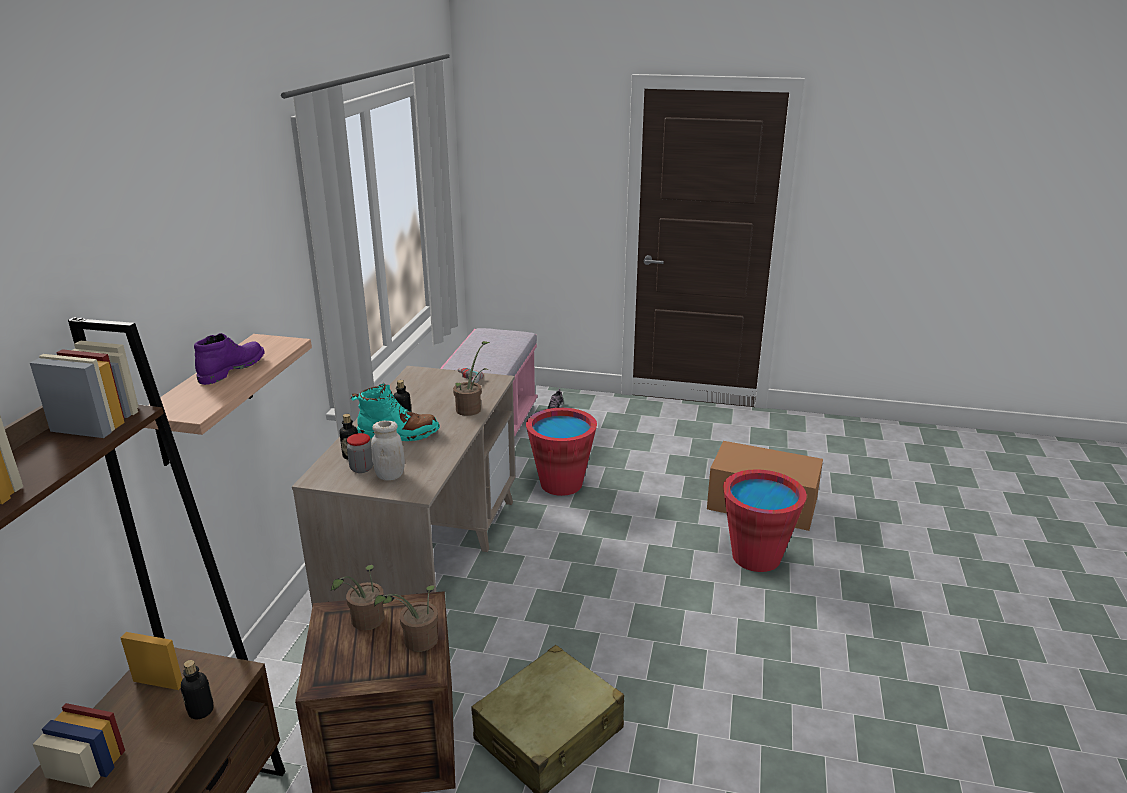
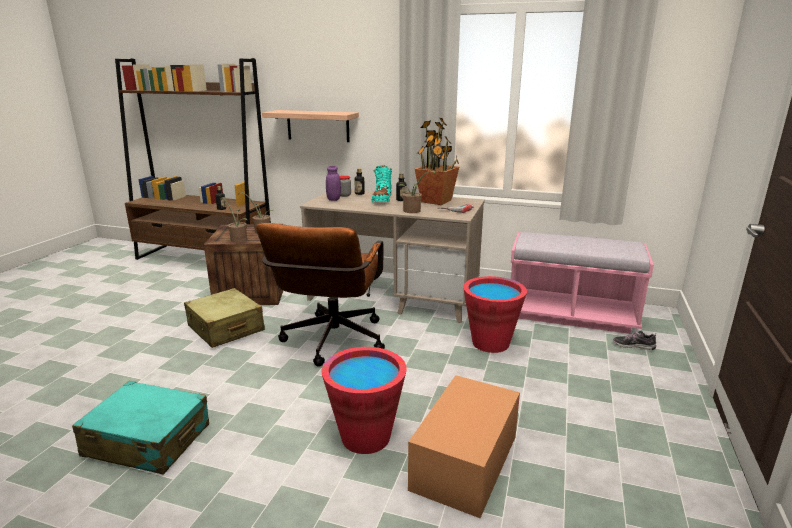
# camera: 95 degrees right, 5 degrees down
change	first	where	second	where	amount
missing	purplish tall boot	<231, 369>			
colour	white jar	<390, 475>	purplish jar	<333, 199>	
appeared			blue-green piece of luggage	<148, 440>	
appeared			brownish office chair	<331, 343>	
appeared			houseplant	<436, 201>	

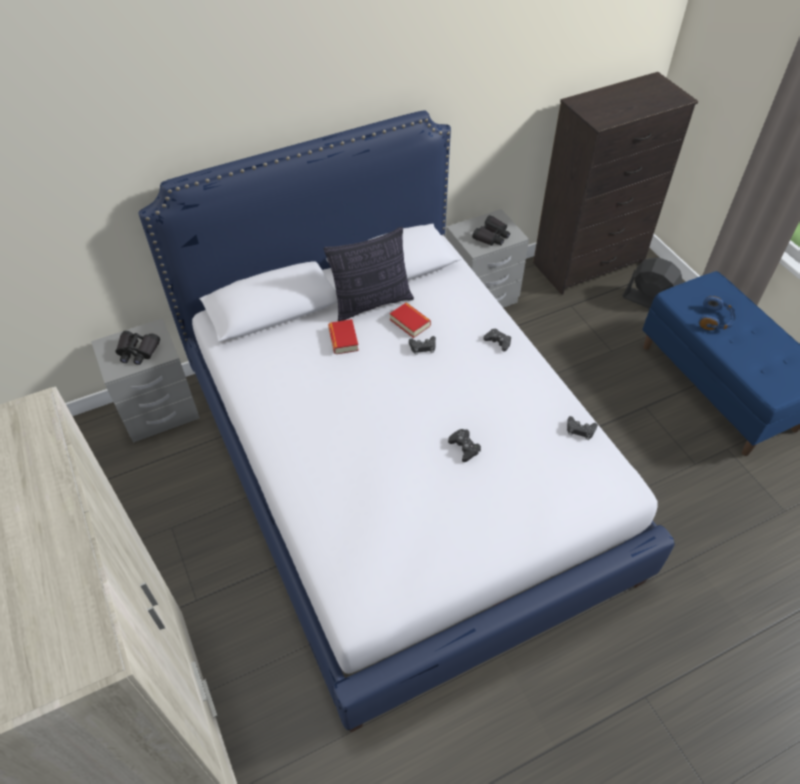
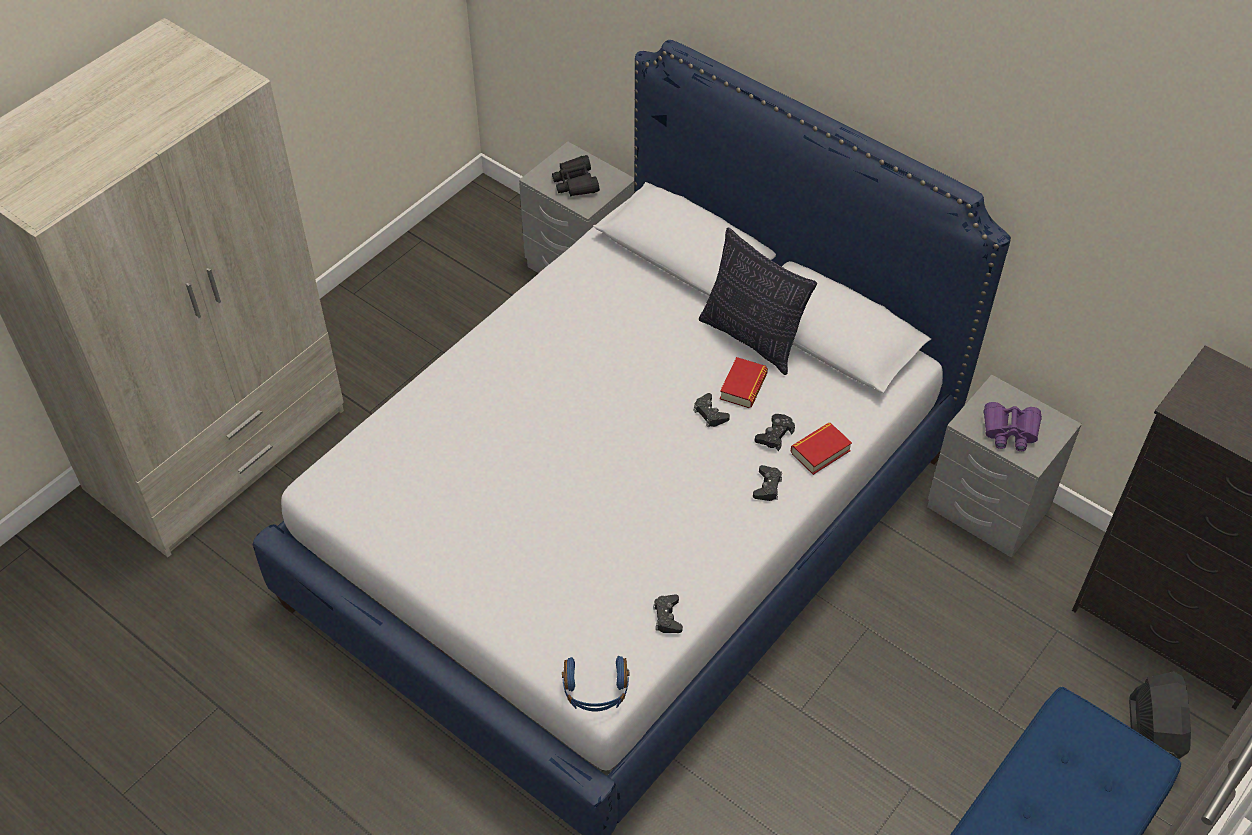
# camera: 65 degrees right, 0 degrees up
change	first	where	second	where	amount
relocated	book	<343, 340>		<820, 451>	
relocated	blackish joypad	<464, 447>		<774, 435>	
colour	blackish pair of binoculars	<491, 236>	purplish pair of binoculars	<1010, 431>	
relocated	blue headset	<715, 320>		<596, 690>	

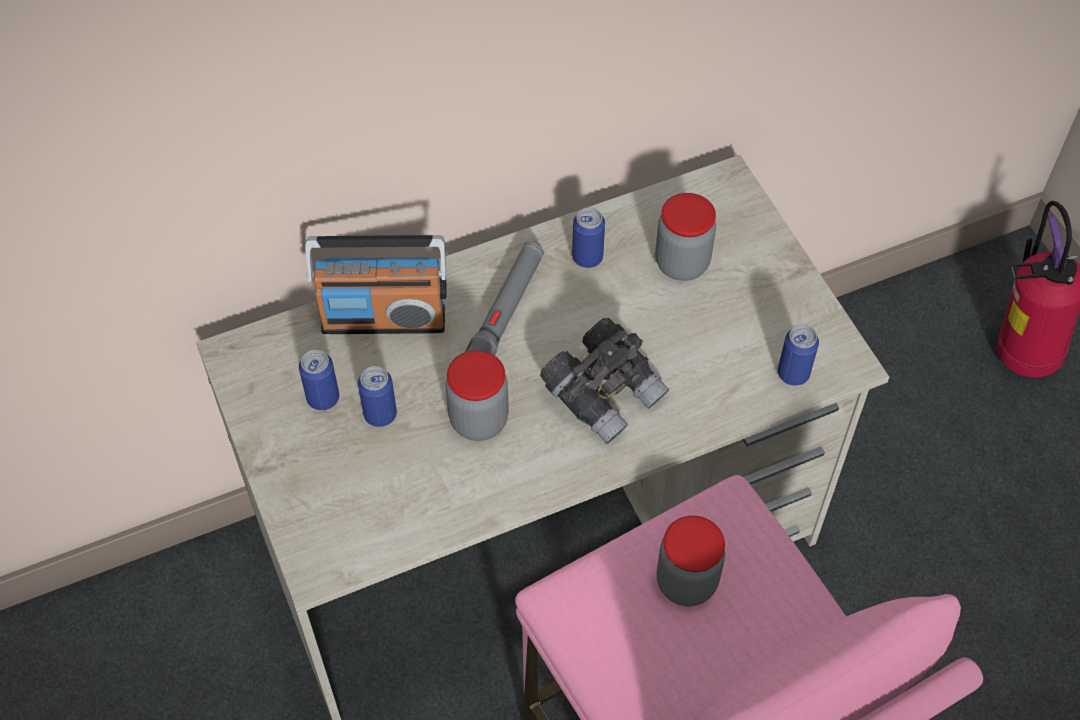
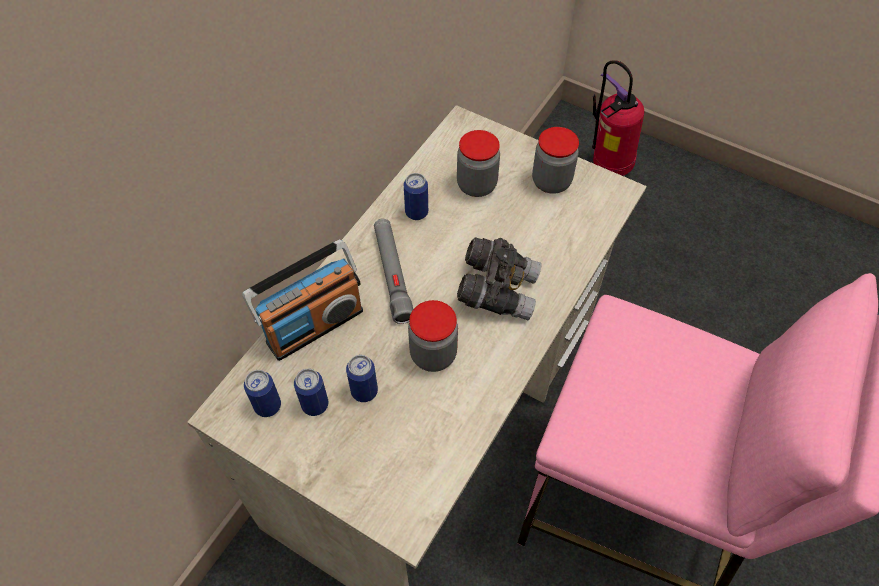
# camera: 35 degrees left, 0 degrees up
change	first	where	second	where	amount
relocated	jar	<686, 582>		<551, 182>	
relocated	can	<793, 374>		<267, 406>	

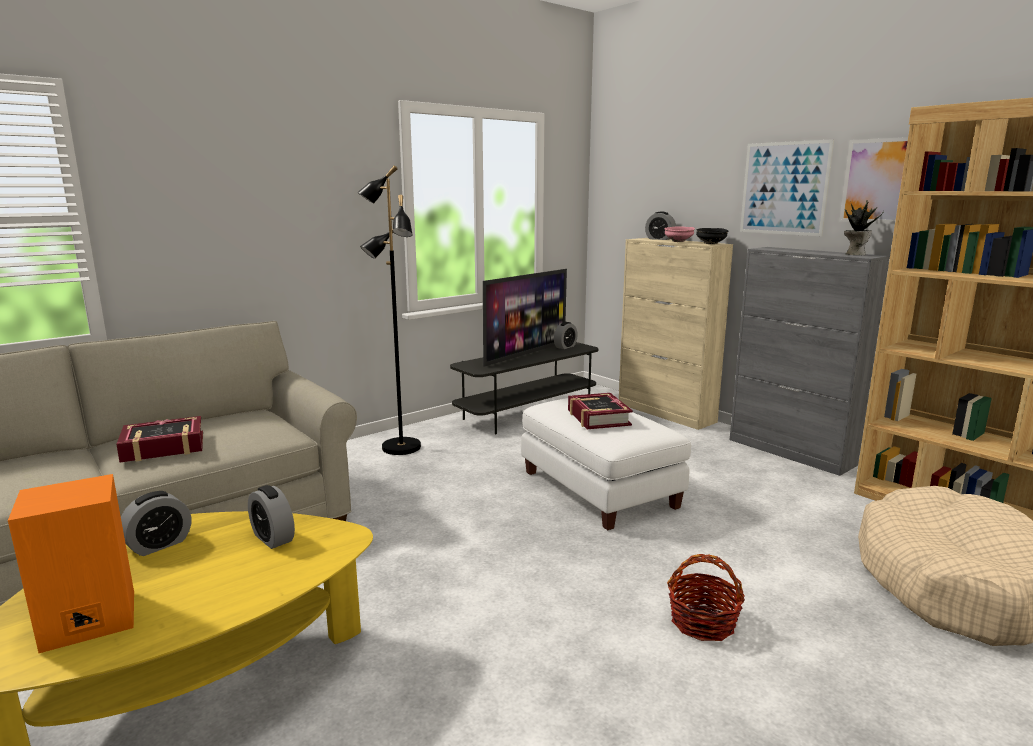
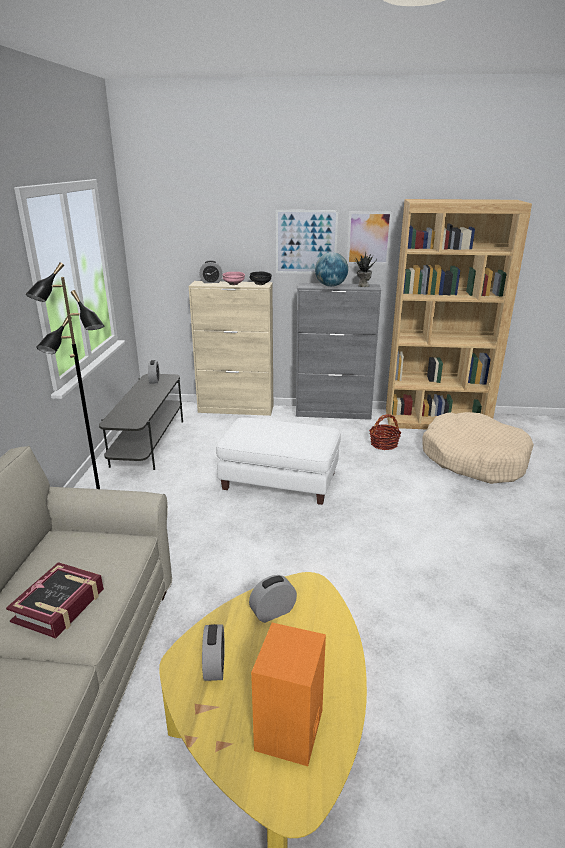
# camera: 45 degrees left, 10 degrees up
change	first	where	second	where	amount
spun	bedside clock	<273, 538>		<273, 612>	150 degrees clockwise
missing	television	<525, 353>			
missing	book	<598, 418>			
relocated	storage basket	<703, 622>		<384, 444>	
appeared			world globe	<331, 286>	

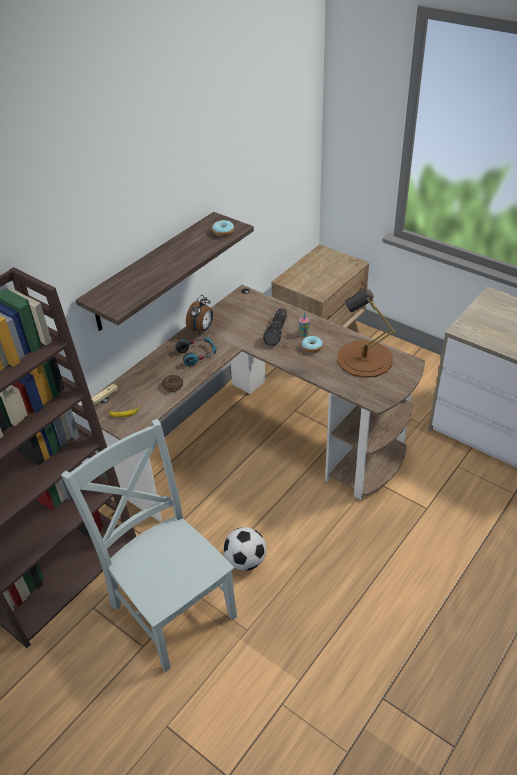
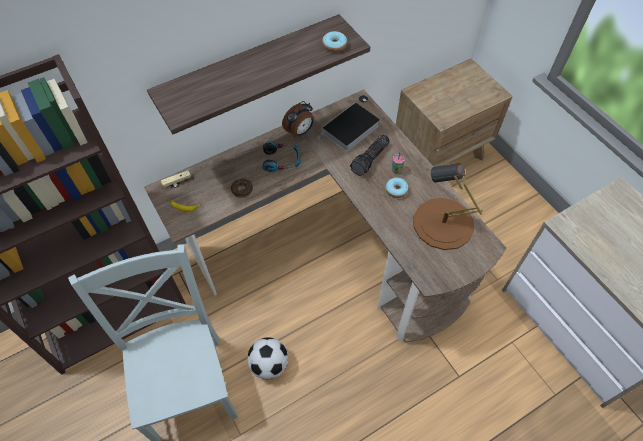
# camera: 20 degrees right, 15 degrees up
change	first	where	second	where	amount
appeared			book	<349, 130>	

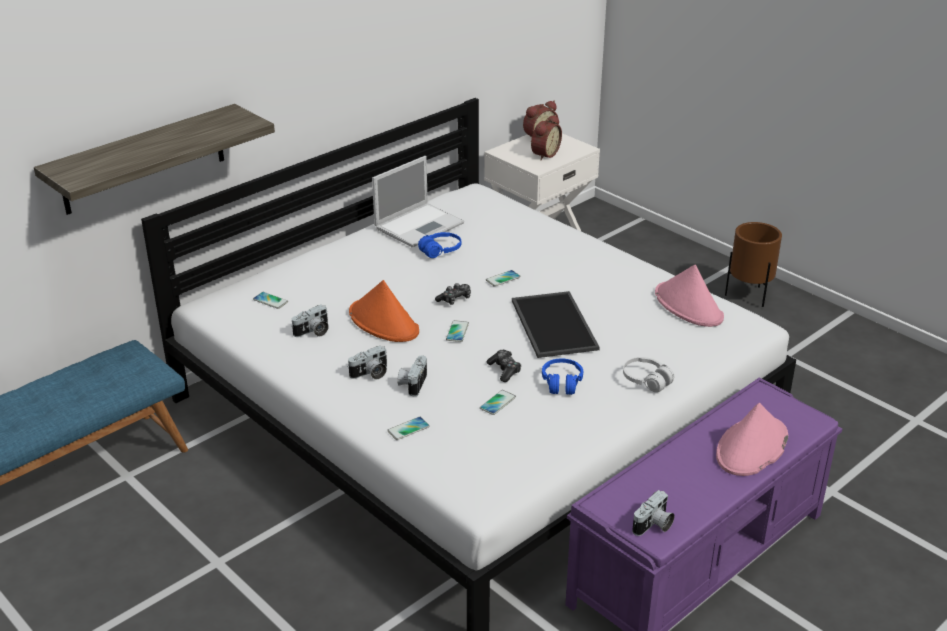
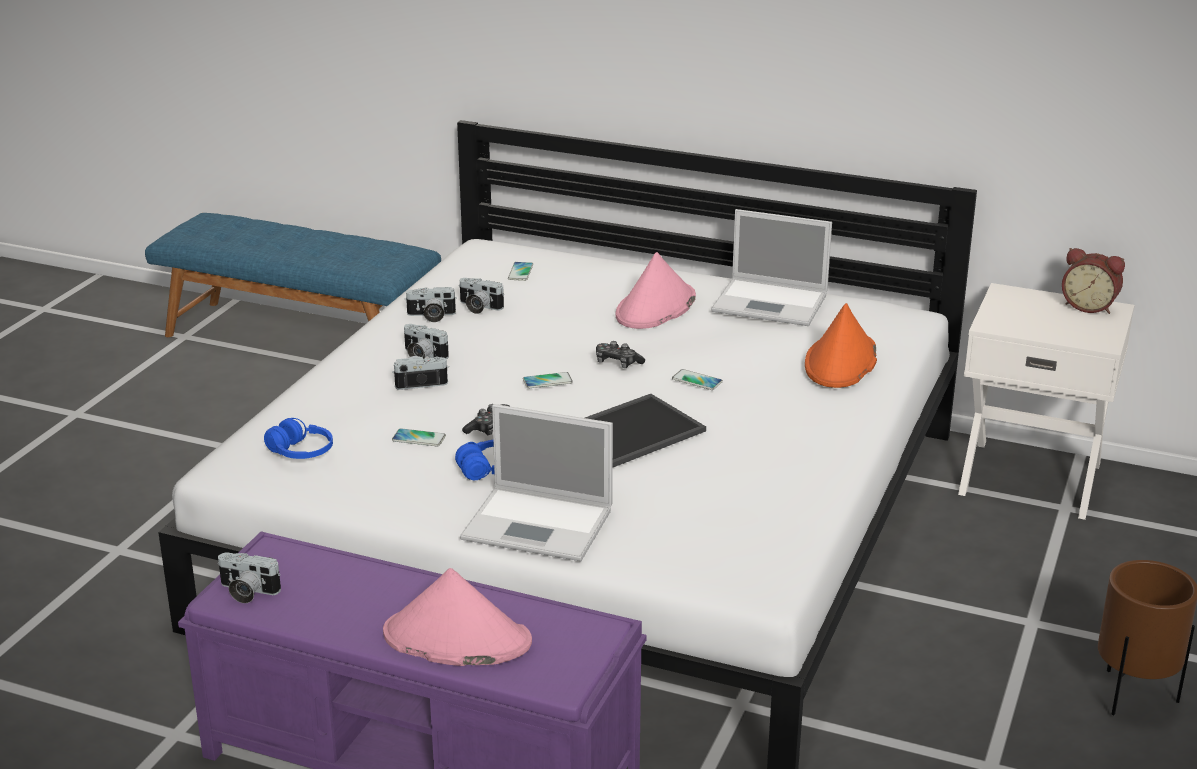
# camera: 65 degrees right, 5 degrees down
change	first	where	second	where	amount
missing	shelf	<143, 159>			
relocated	orange-coloured wearable hat	<384, 322>		<841, 362>	
missing	telephone	<408, 429>			
relocated	blue headset	<440, 251>		<300, 452>	
missing	bedside clock	<544, 154>			
exchanged	white headset	<646, 381>	laptop	<540, 524>	
relocated	pink wearable hat	<689, 306>		<655, 308>	
appeared			still camera	<431, 316>	

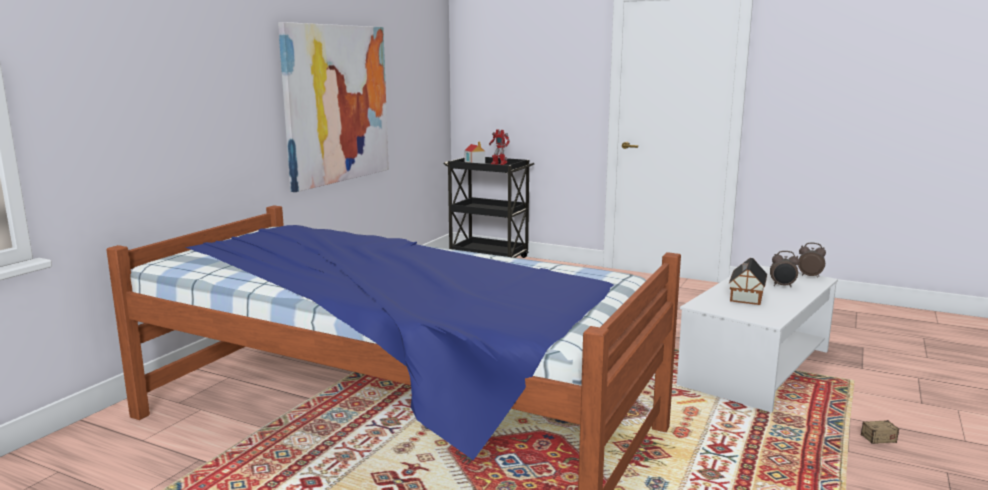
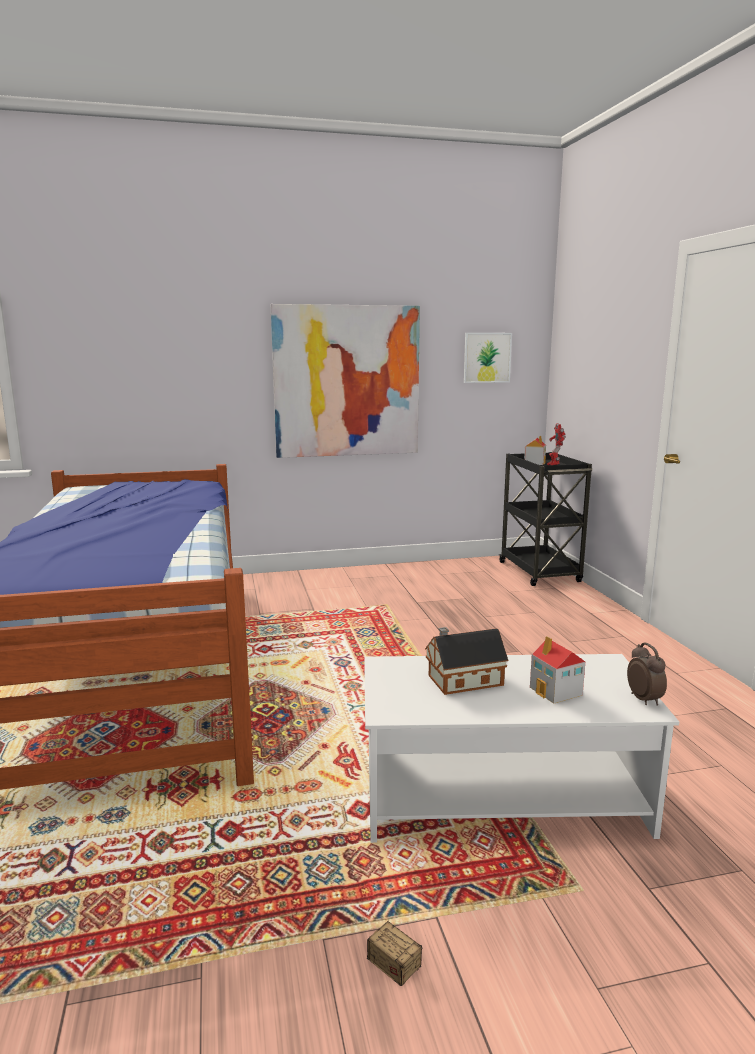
# camera: 50 degrees right, 0 degrees up
change	first	where	second	where	amount
exchanged	bedside clock	<782, 286>	model house	<556, 691>	
appeared			picture	<487, 357>	

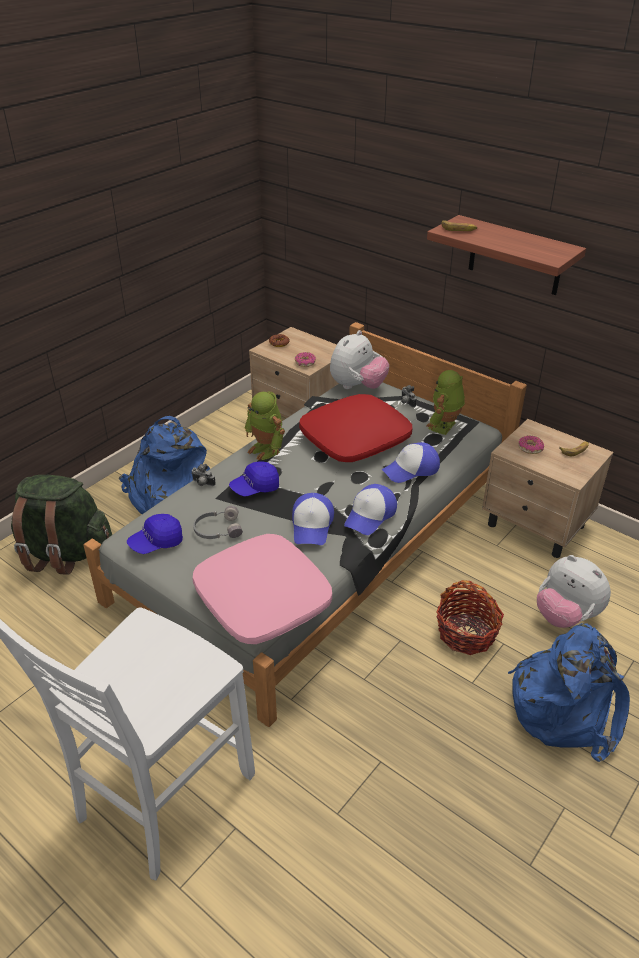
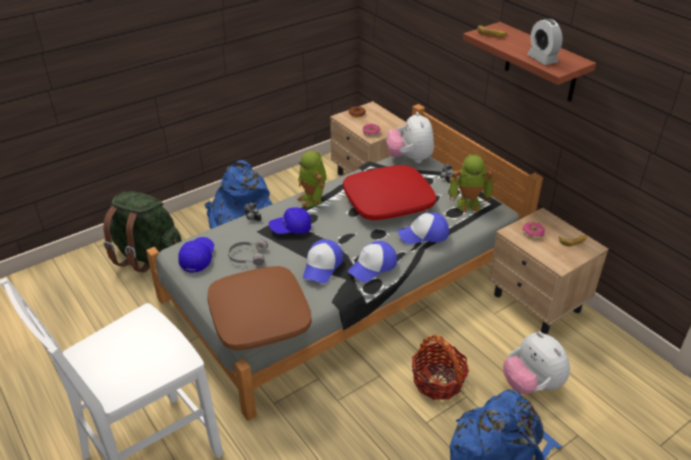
# camera: 15 degrees right, 0 degrees up
change	first	where	second	where	amount
spun	blue peaked cap	<156, 543>		<197, 258>	120 degrees clockwise
colour	pink cushion	<263, 598>	brownish cushion	<260, 316>	
spun	plush toy	<357, 386>		<410, 159>	120 degrees clockwise
spun	toy robot	<444, 427>		<469, 203>	135 degrees counterclockwise
appeared			bedside clock	<542, 59>	

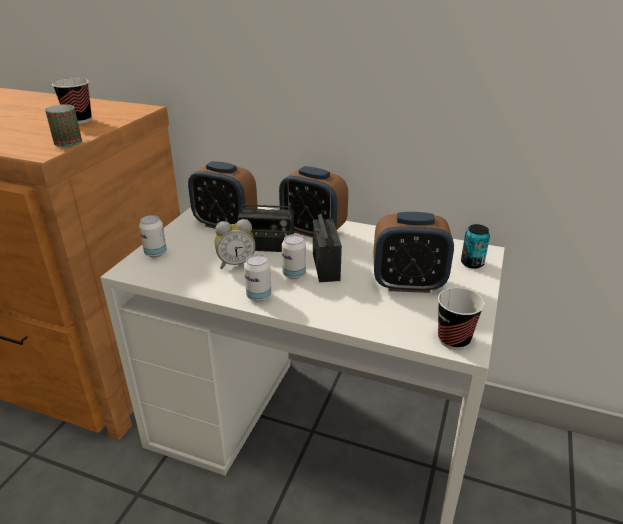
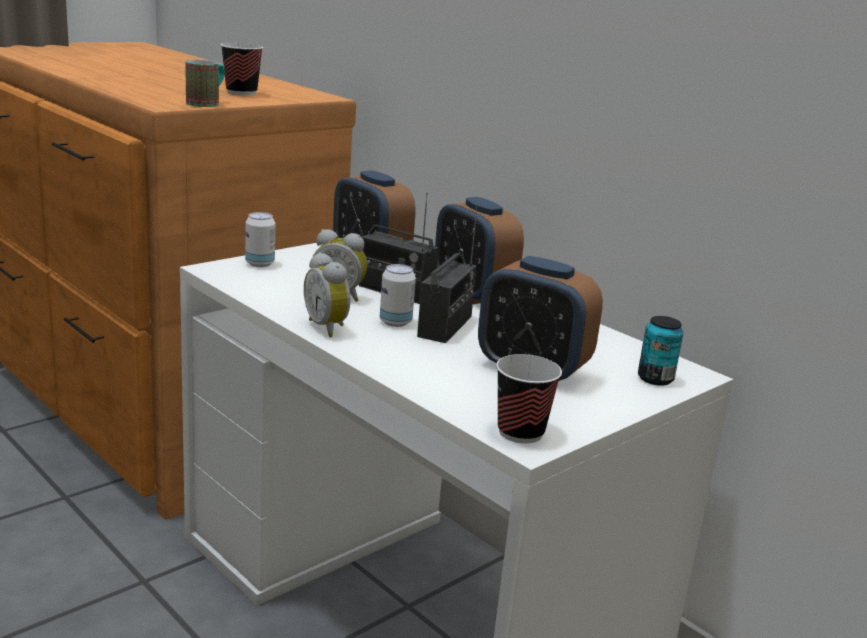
# camera: 25 degrees right, 10 degrees down
change	first	where	second	where	amount
exchanged	can	<259, 296>	bedside clock	<328, 327>	

